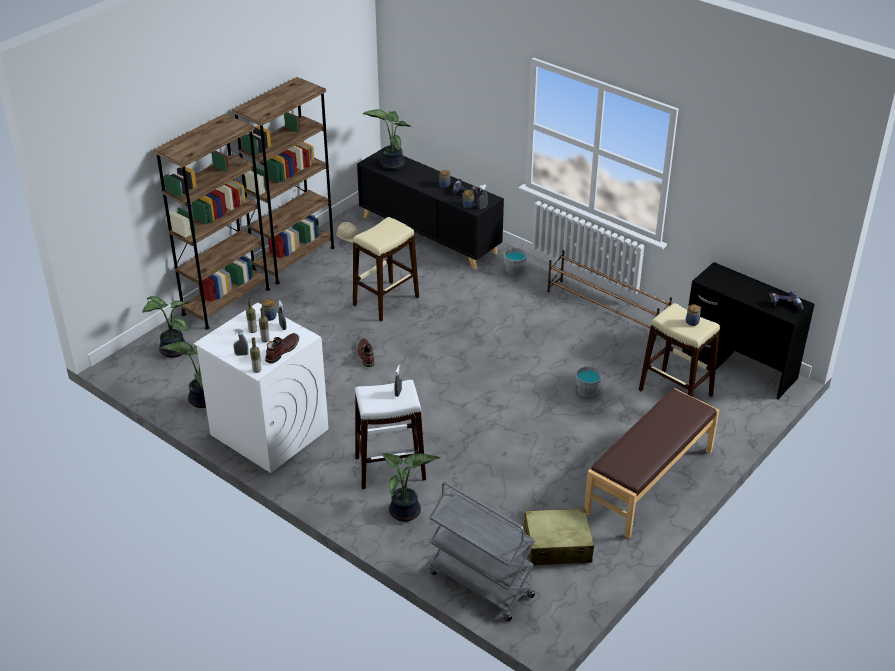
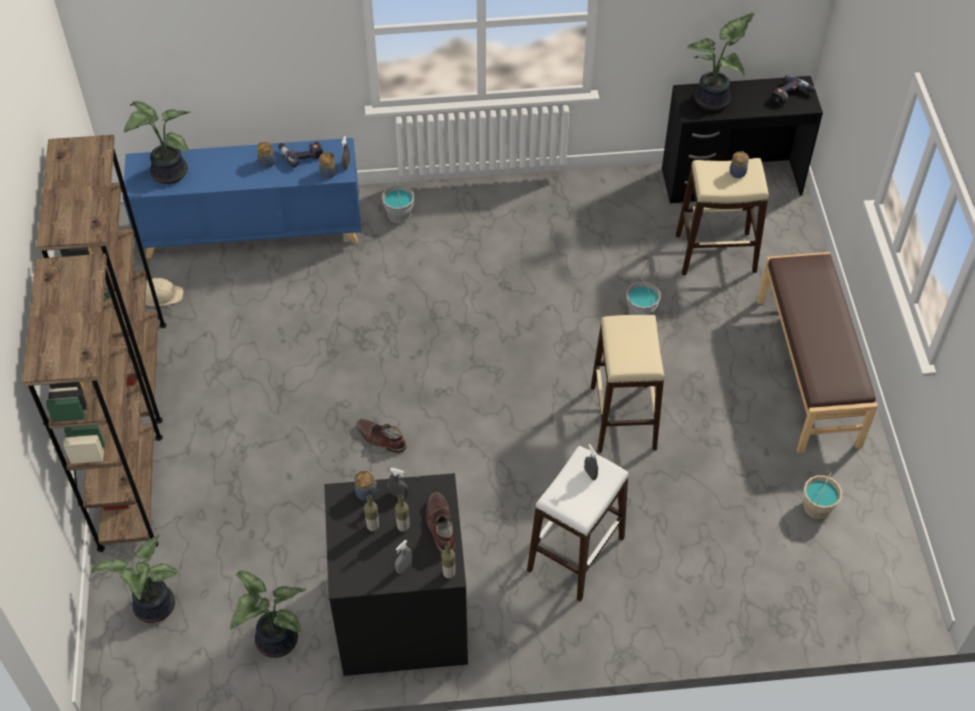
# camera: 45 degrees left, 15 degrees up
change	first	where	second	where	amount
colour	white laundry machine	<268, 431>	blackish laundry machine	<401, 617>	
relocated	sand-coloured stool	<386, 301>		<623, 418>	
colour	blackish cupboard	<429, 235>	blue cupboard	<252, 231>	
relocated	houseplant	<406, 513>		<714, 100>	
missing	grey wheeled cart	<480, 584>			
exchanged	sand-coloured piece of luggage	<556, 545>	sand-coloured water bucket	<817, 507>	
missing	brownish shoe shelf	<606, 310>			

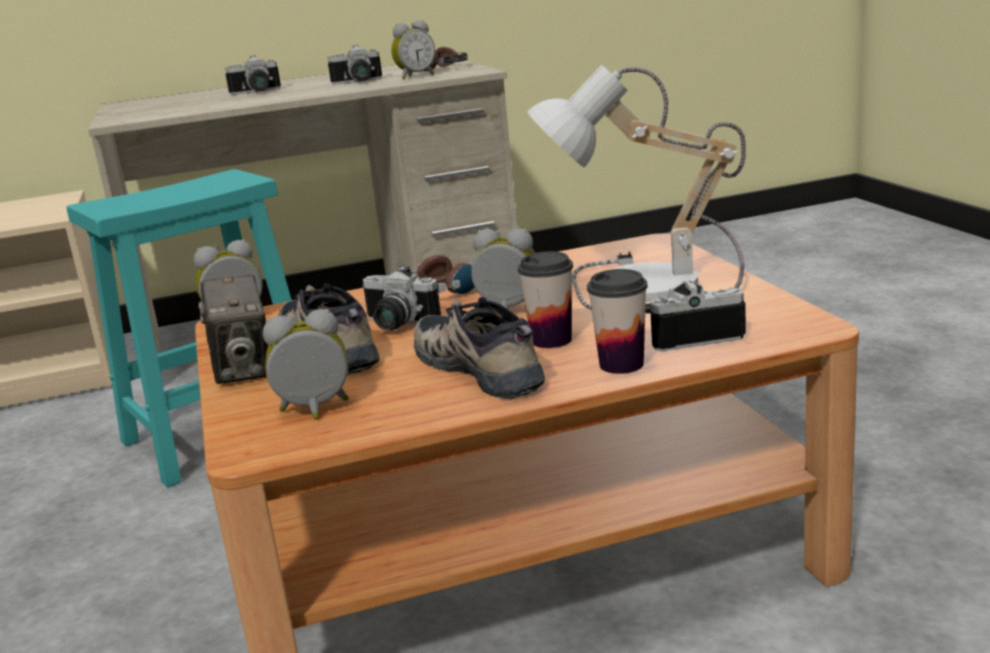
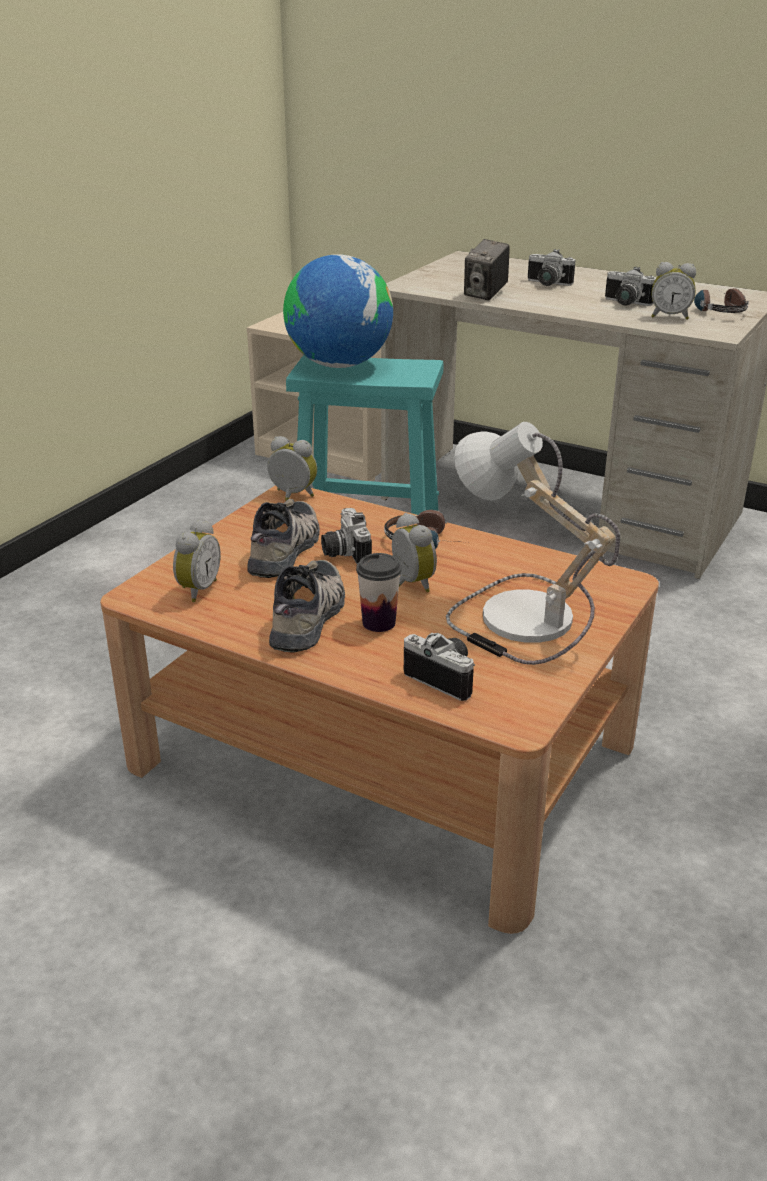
# camera: 45 degrees right, 10 degrees up
change	first	where	second	where	amount
relocated	still camera	<243, 370>		<485, 295>	
spun	bedside clock	<315, 411>		<197, 590>	75 degrees clockwise
missing	small cup	<621, 364>			
appeared			world globe	<339, 365>	

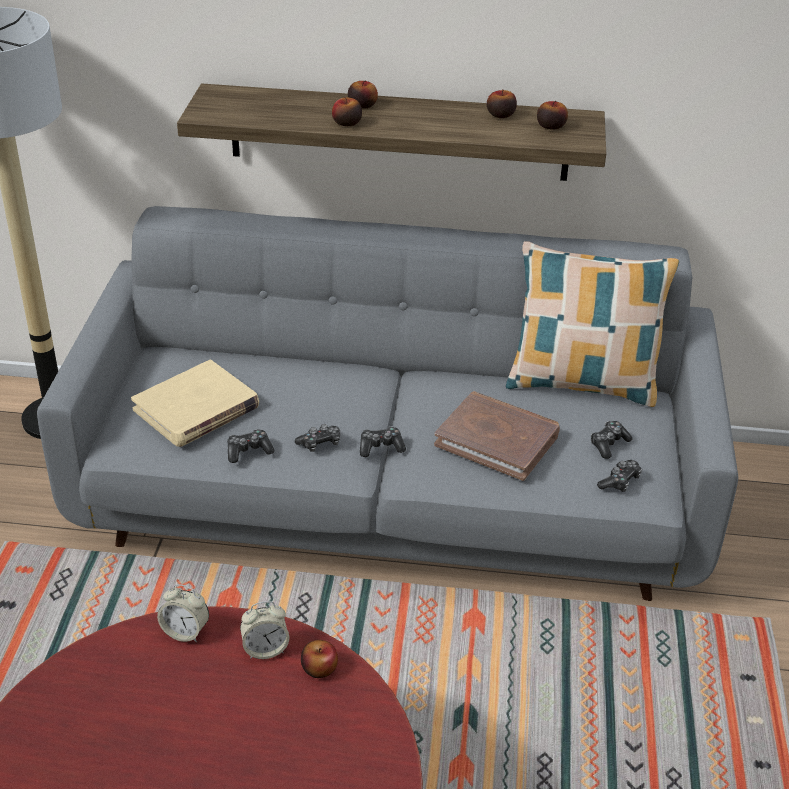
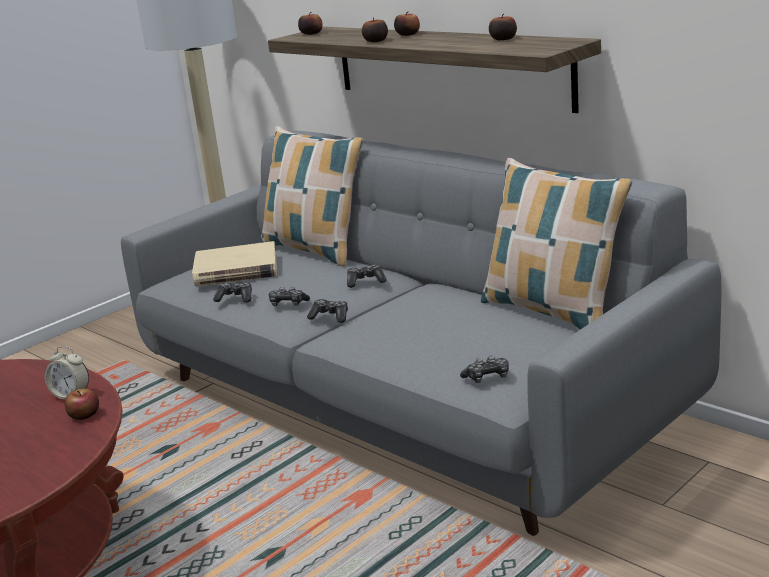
# camera: 40 degrees right, 15 degrees down
change	first	where	second	where	amount
missing	bedside clock	<185, 632>			
missing	brownish book	<497, 439>			
relocated	apple	<550, 126>		<311, 33>	
relocated	joypad	<608, 444>		<365, 281>	
appeared			cushion	<315, 250>	

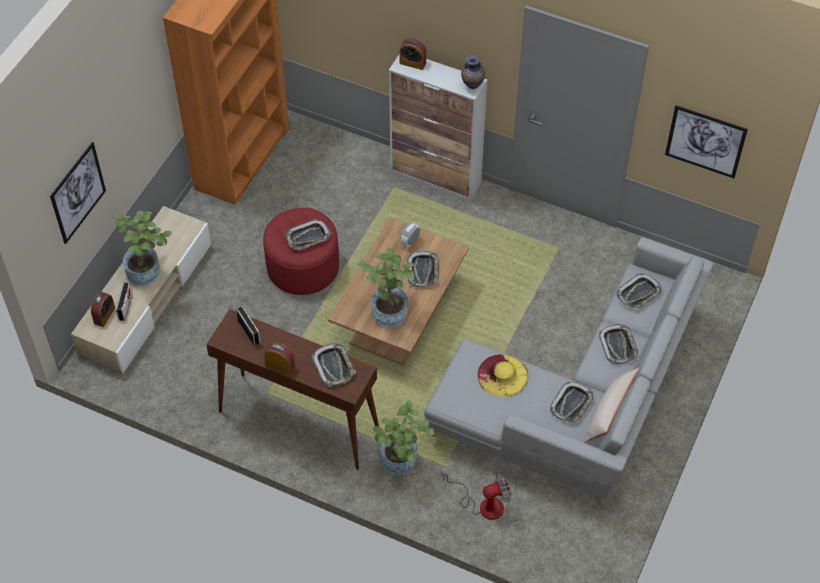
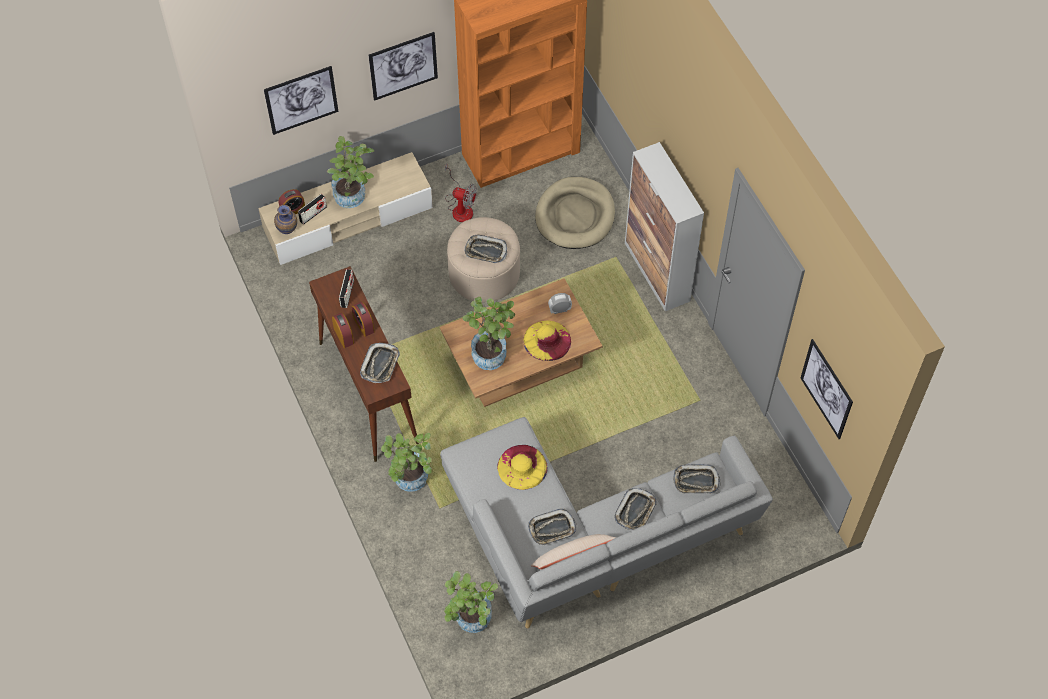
# camera: 40 degrees right, 5 degrees up
change	first	where	second	where	amount
colour	red footrest	<303, 266>	sand-coloured footrest	<484, 273>	
relocated	bedside clock	<412, 63>		<363, 325>	
exchanged	tray	<423, 271>	yellow-coloured wearable hat	<547, 340>	
relocated	fan	<483, 504>		<460, 207>	
relocated	flower vase	<472, 86>		<288, 231>	
appeared			picture	<403, 66>	
appeared			houseplant	<470, 621>	
appeared			sand-coloured dog cushion	<575, 216>	

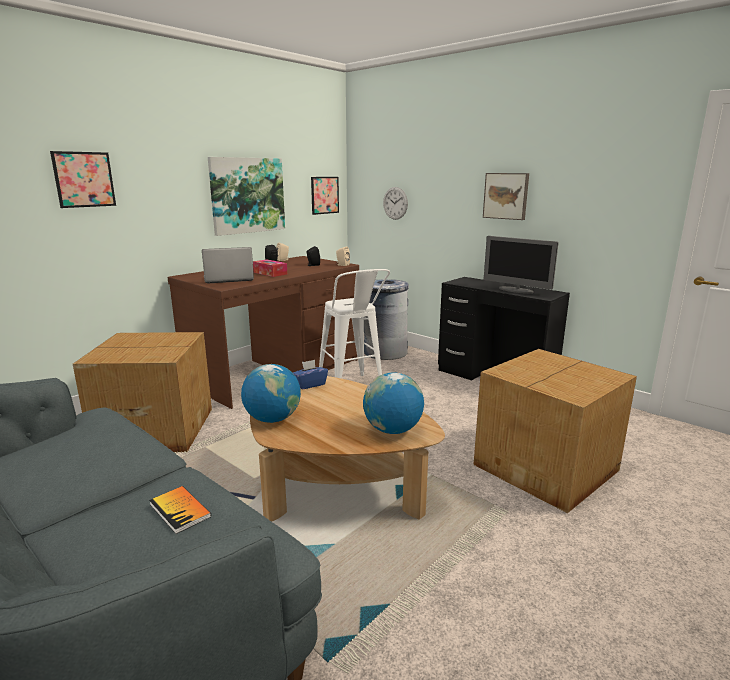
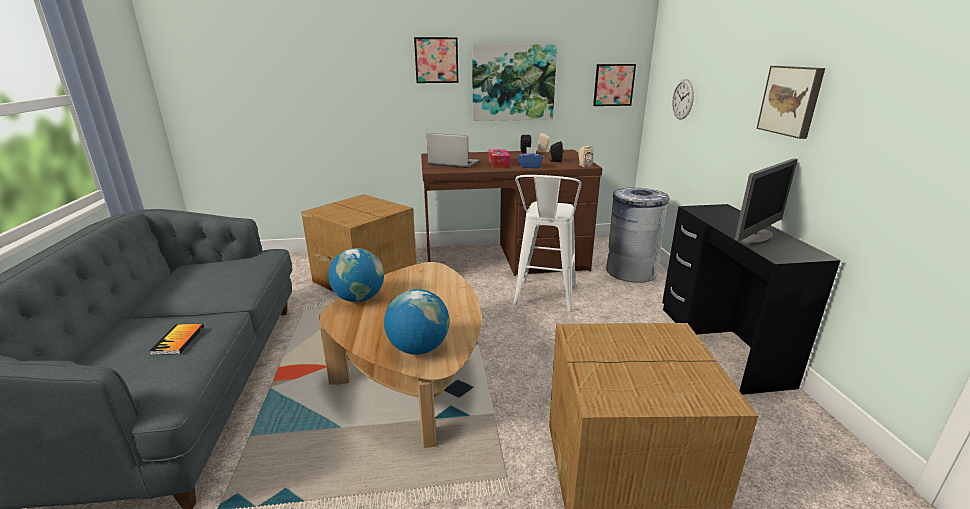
# camera: 40 degrees right, 5 degrees up
change	first	where	second	where	amount
relocated	picture	<84, 179>		<436, 60>	
relocated	blue tissue holder	<310, 384>		<530, 166>	
spun	computer screen	<516, 290>		<756, 237>	120 degrees counterclockwise

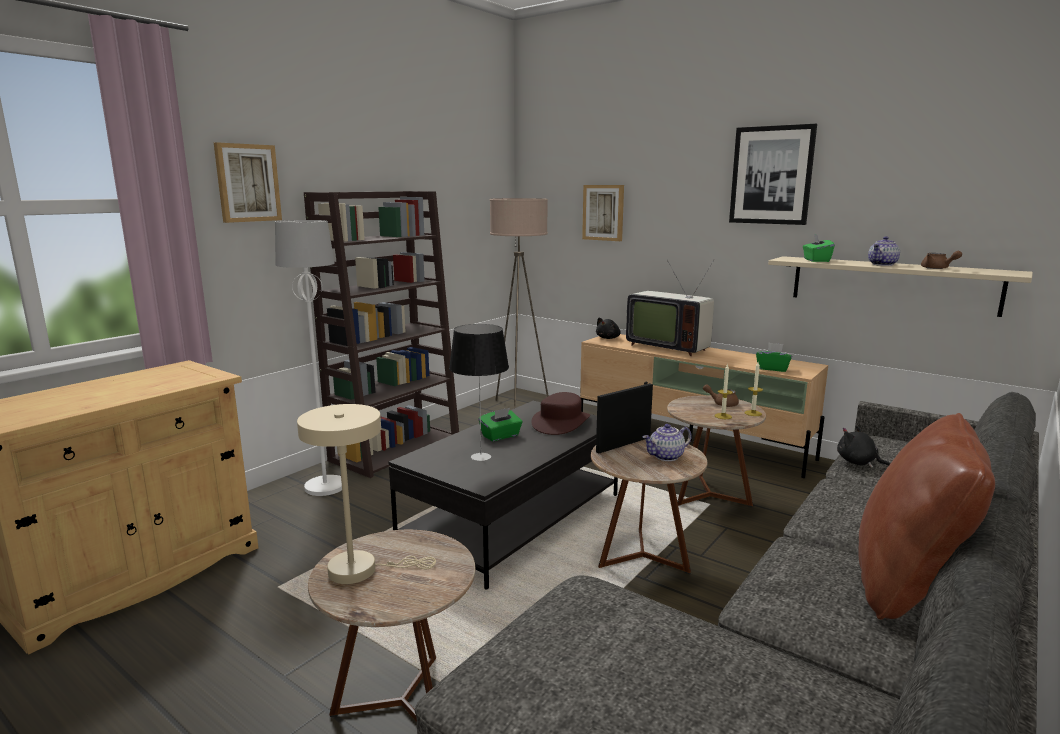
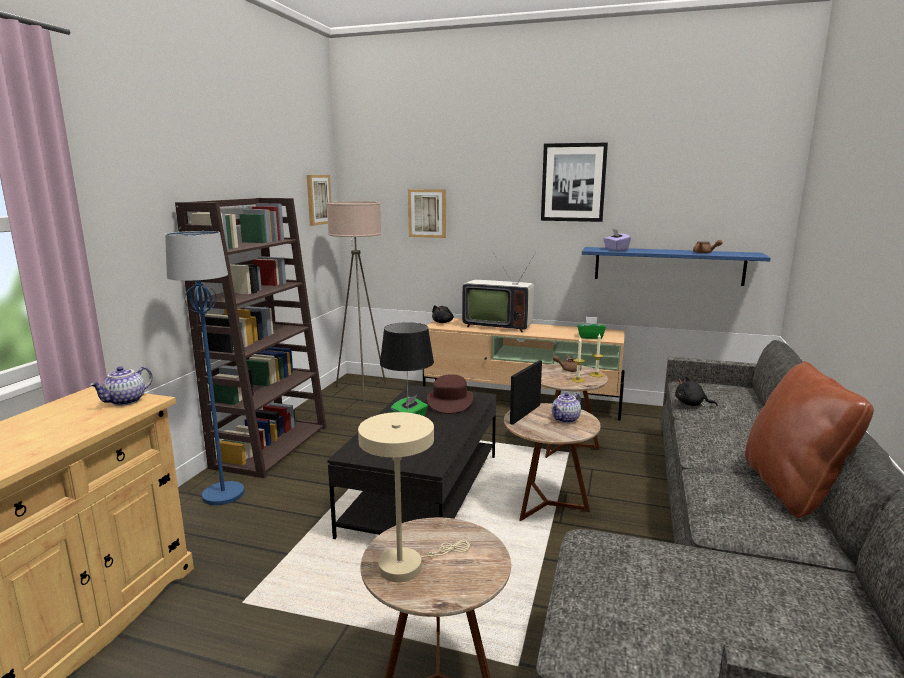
# camera: 20 degrees left, 0 degrees up
change	first	where	second	where	amount
relocated	picture	<247, 183>		<318, 199>	
colour	white floor lamp	<326, 486>	blue floor lamp	<224, 494>	
colour	sand-coloured shelf	<892, 284>	blue shelf	<668, 266>	
colour	green-coloured tissue holder	<816, 260>	purplish tissue holder	<615, 249>	
relocated	teapot	<883, 264>		<126, 401>	

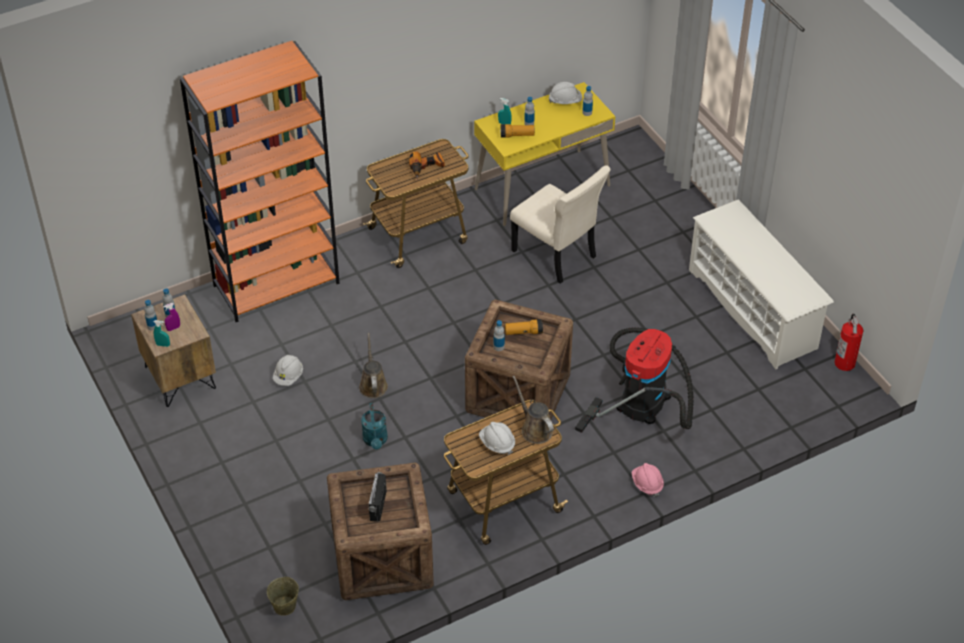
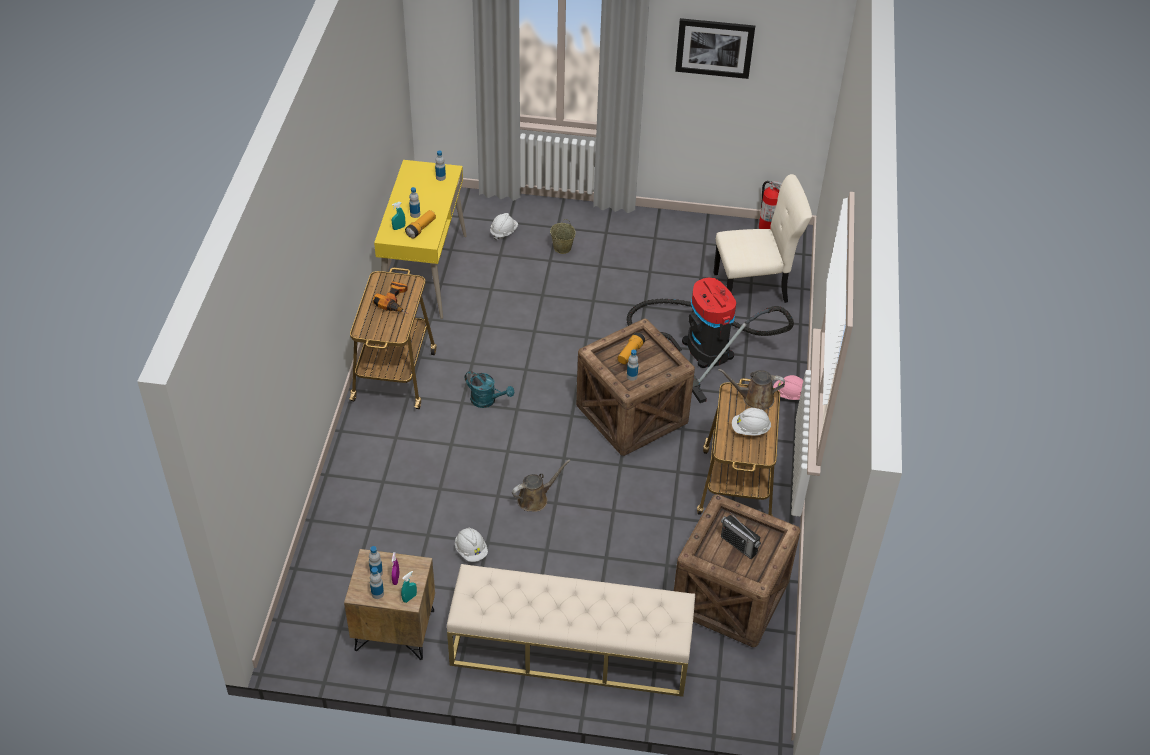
# camera: 55 degrees left, 0 degrees up
change	first	where	second	where	amount
missing	orange-coloured shelving unit	<277, 284>			
relocated	sand-coloured water bucket	<284, 606>		<562, 248>	
spun	brownish watering can	<373, 384>		<535, 498>	120 degrees clockwise
relocated	blue-green watering can	<375, 441>		<487, 400>	
relocated	sand-coloured upright chair	<556, 256>		<754, 287>	
relocated	white hard hat	<565, 101>		<503, 232>	
missing	white shoe shelf	<753, 309>			
appeared			sand-coloured bench	<570, 649>	
appeared			picture	<714, 47>	

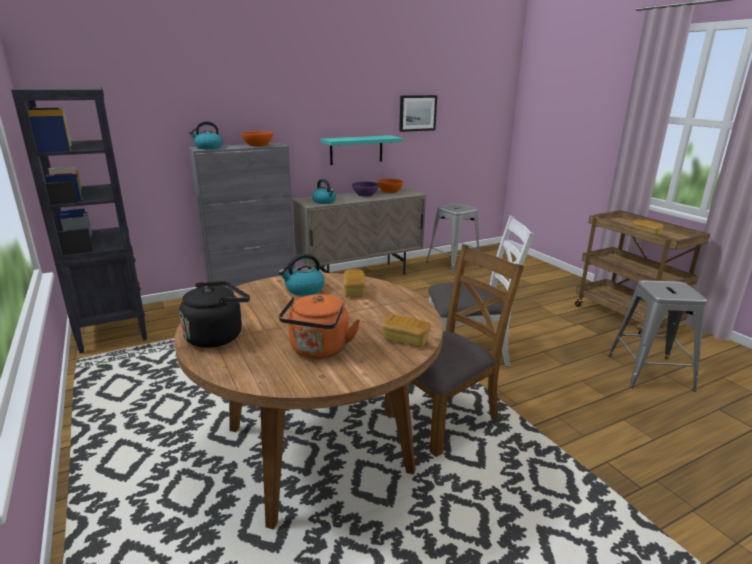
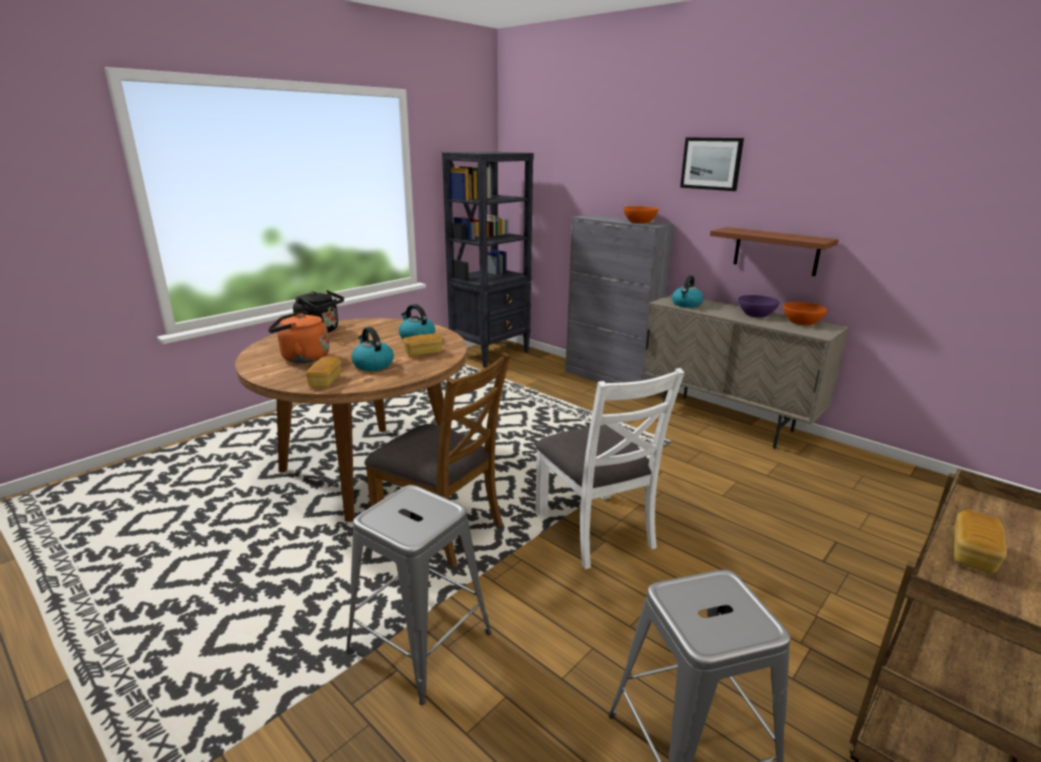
# camera: 70 degrees right, 0 degrees up
change	first	where	second	where	amount
relocated	water kettle	<208, 148>		<372, 365>	
colour	blue-green shelf	<356, 150>	brownish shelf	<776, 251>	
relocated	picture	<417, 113>		<711, 163>	
relocated	grey stool	<453, 264>		<421, 642>	

